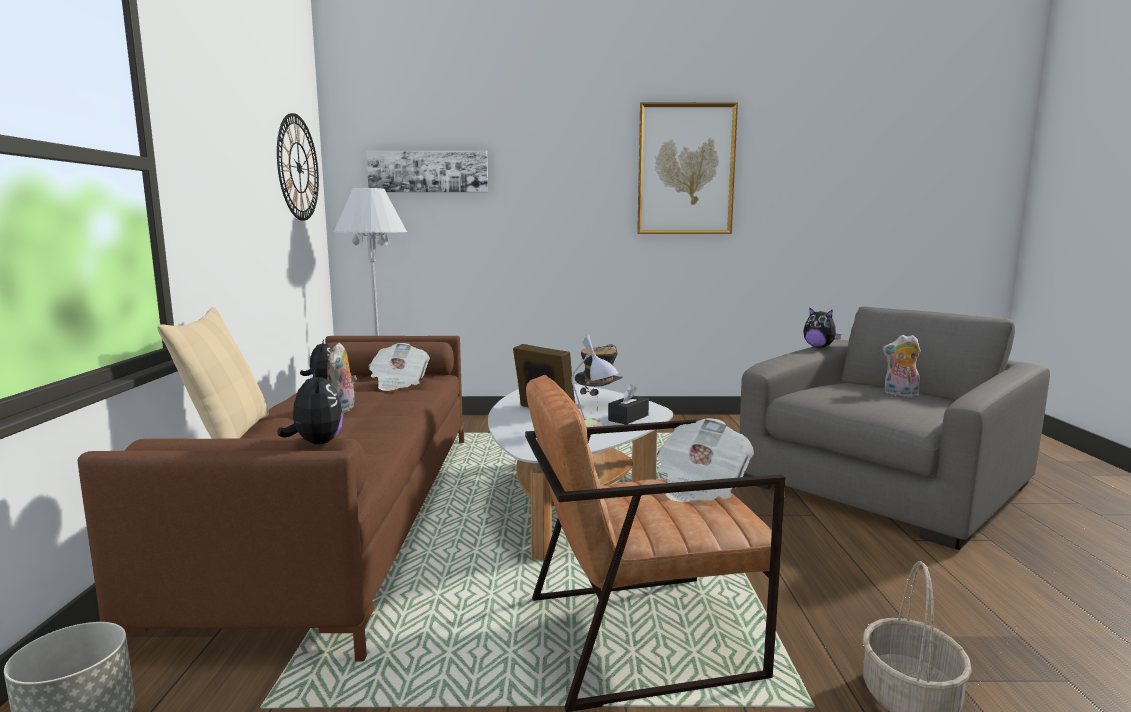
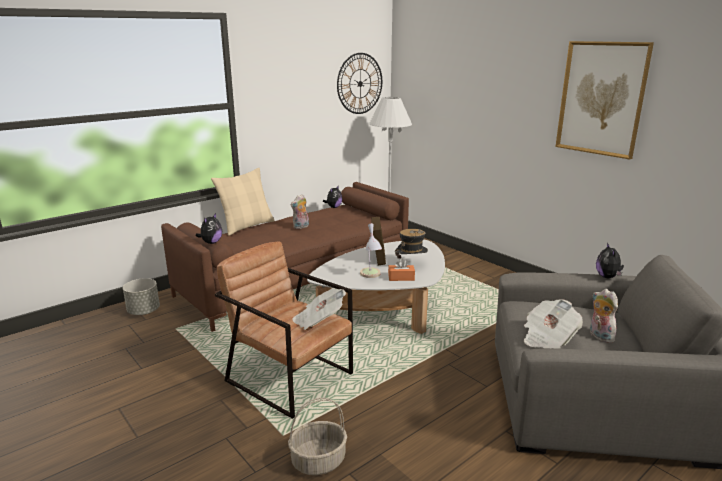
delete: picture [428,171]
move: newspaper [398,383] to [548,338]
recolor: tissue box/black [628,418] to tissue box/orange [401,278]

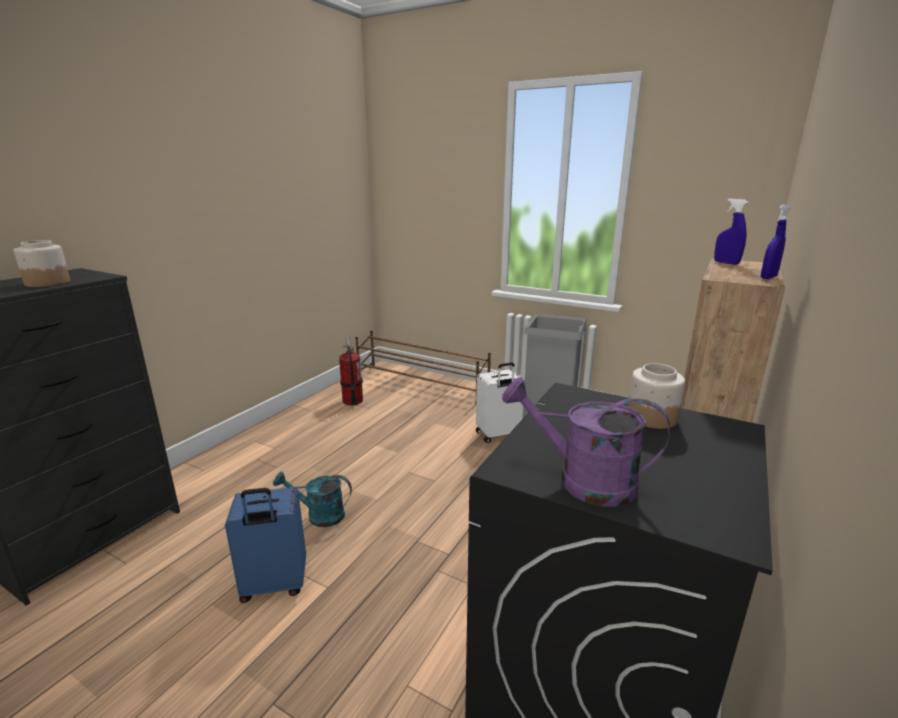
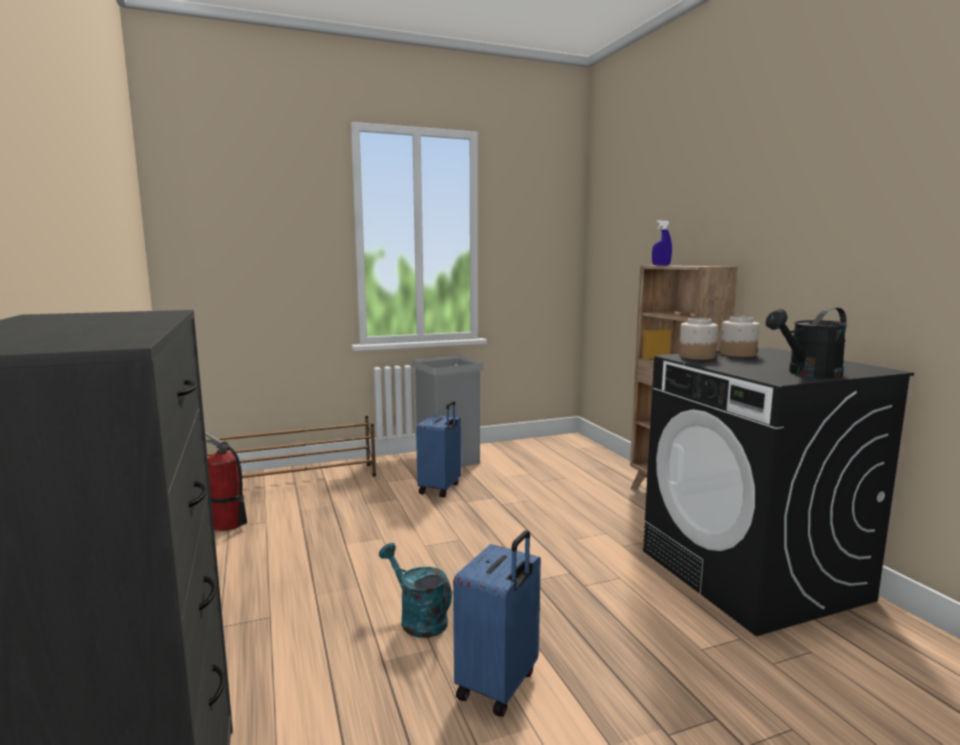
delete: spray bottle/blue [768,277]
move: jar [47,283] to [696,356]
recolor: suitcase/white [498,435] to suitcase/blue [440,488]; watering can/purple [582,481] to watering can/black [808,374]
rotate: watering can/turquoise [319,515] = [417,618] 90 degrees clockwise

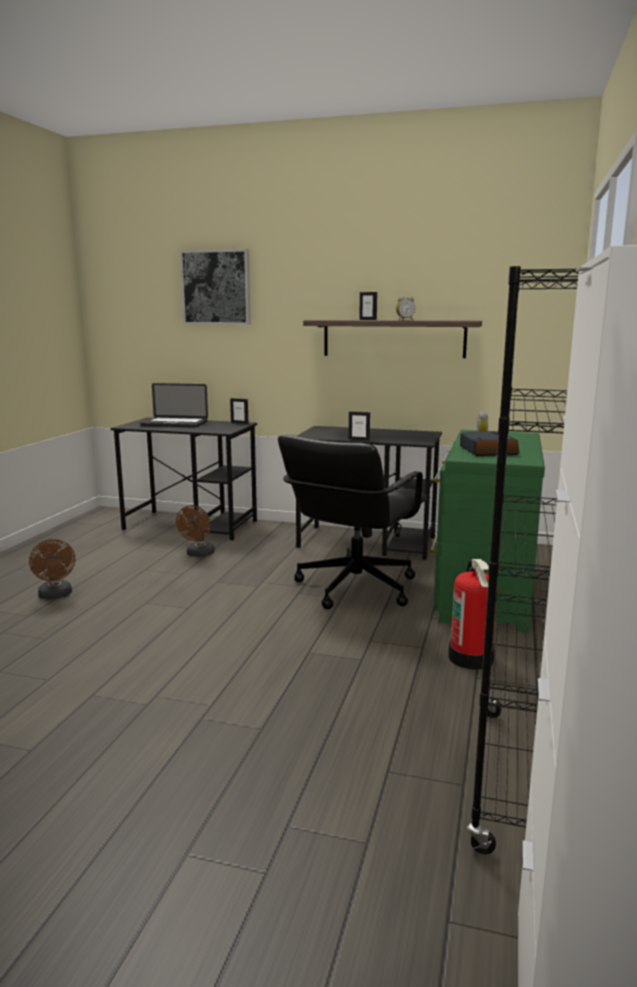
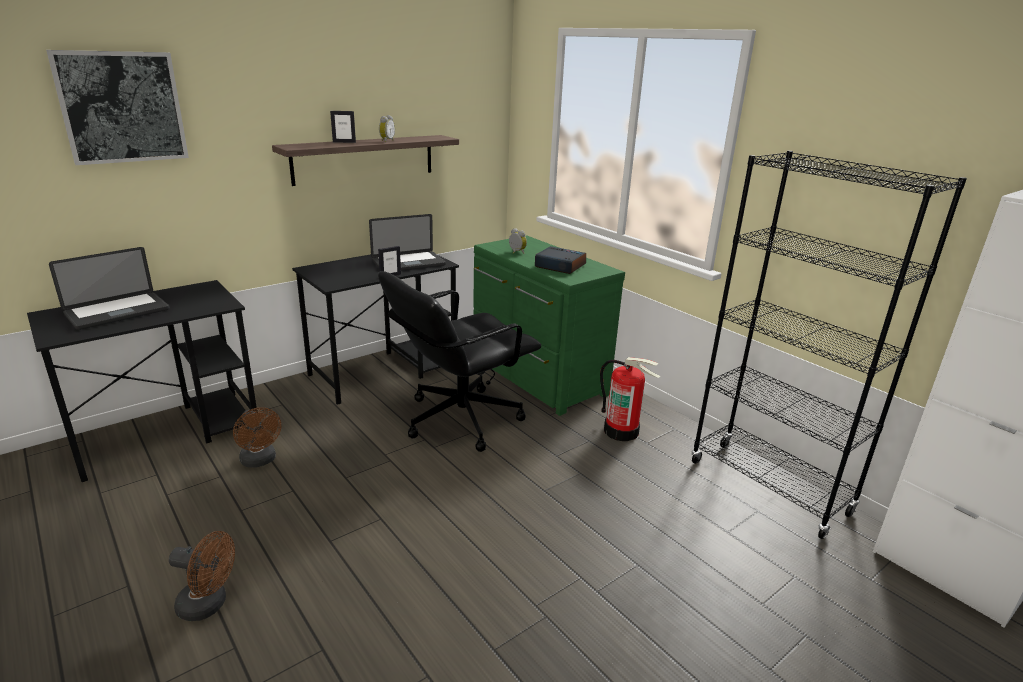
delete: picture frame [239,423]
insert: laptop [408,263]
rotate: office chair/black [354,587] = [460,418] 75 degrees clockwise

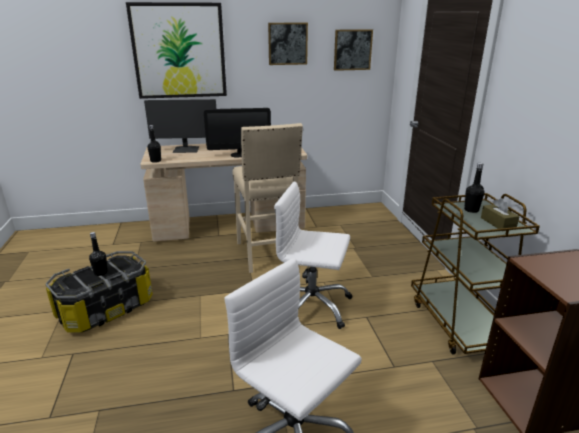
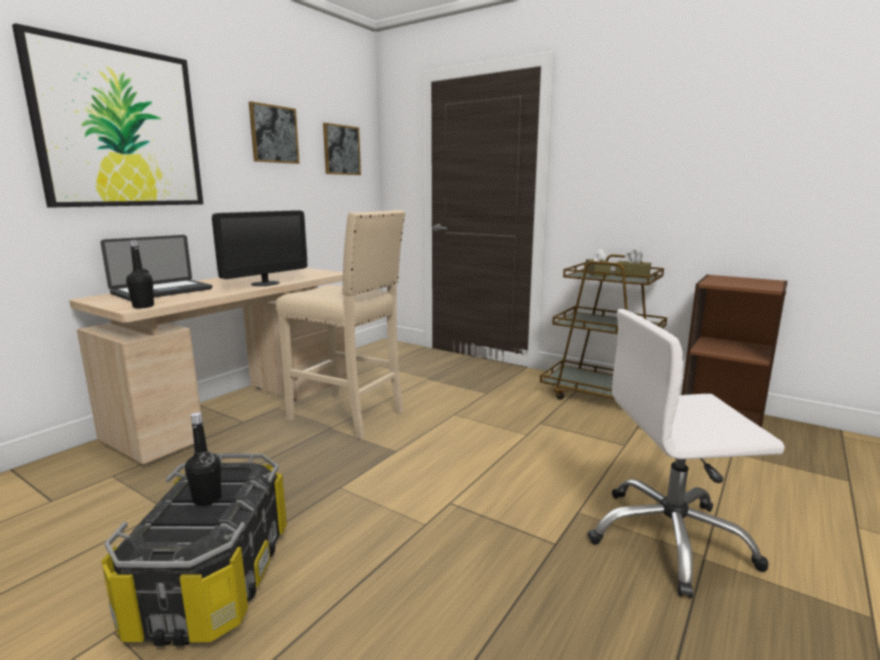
delete: office chair/white [311,306]
replace: monitor [186,150] to laptop [162,292]; bottle/black [471,210] to tissue box/brown [597,274]

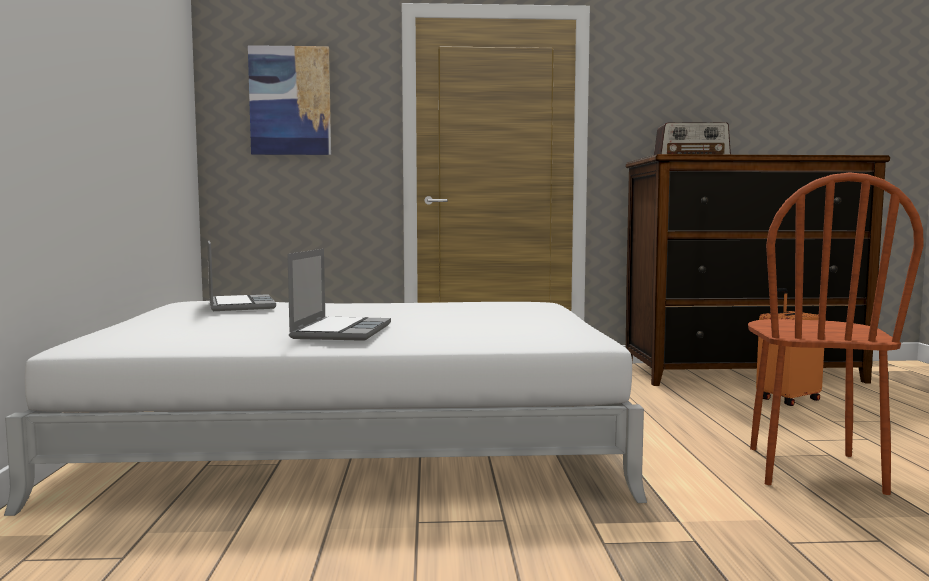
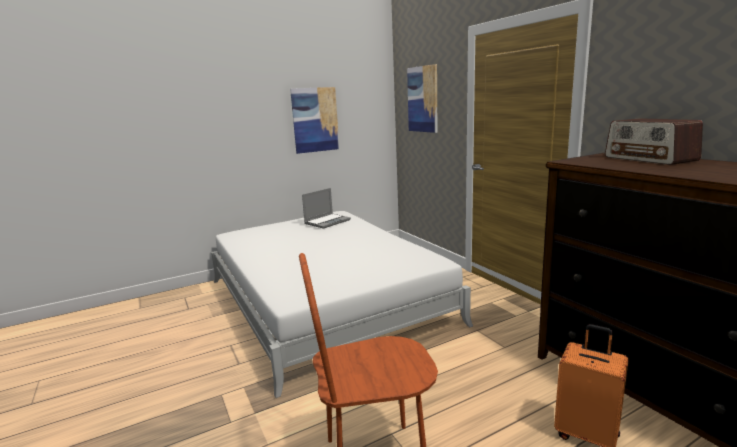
delete: laptop [341,331]
insert: picture [315,120]

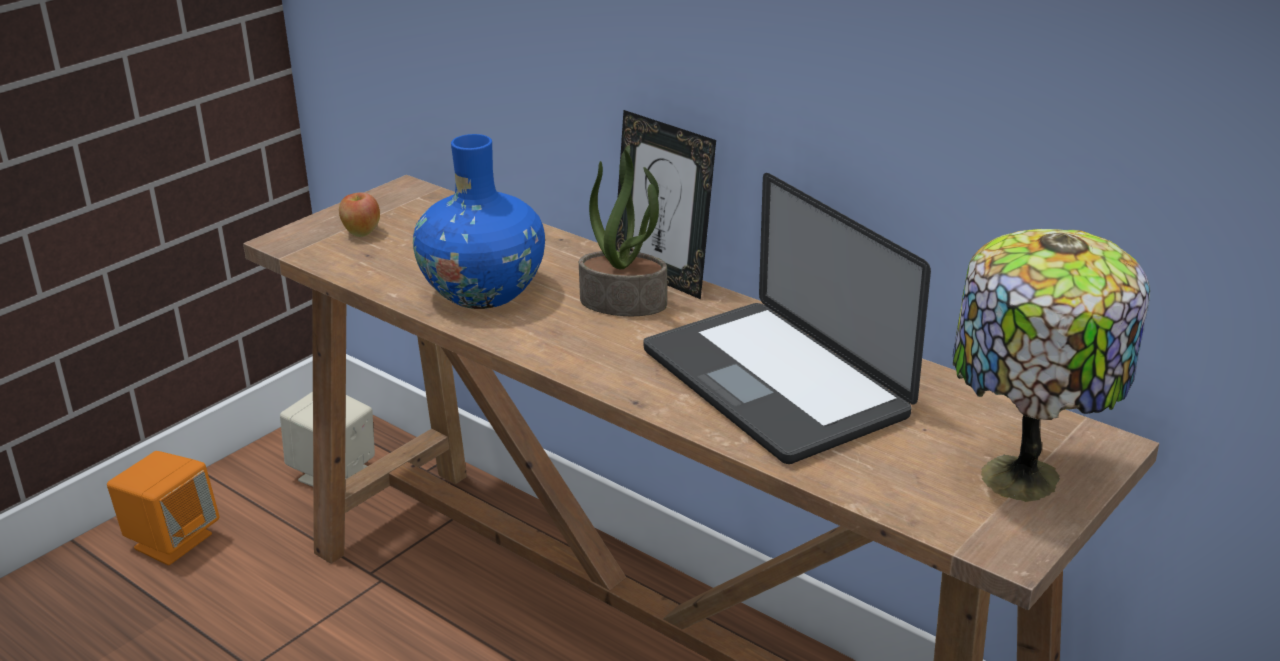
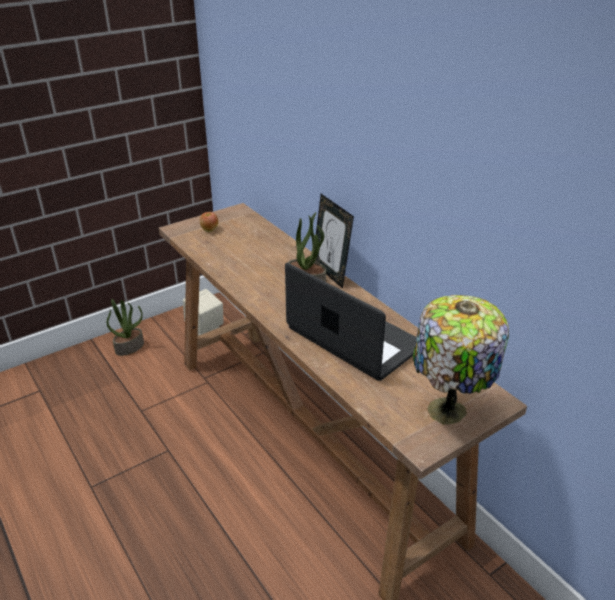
delete: vase/blue [483,292]
replace: speaker/orange [172,541] to potted plant [129,347]
rotate: laptop [773,383] = [354,338] 150 degrees clockwise

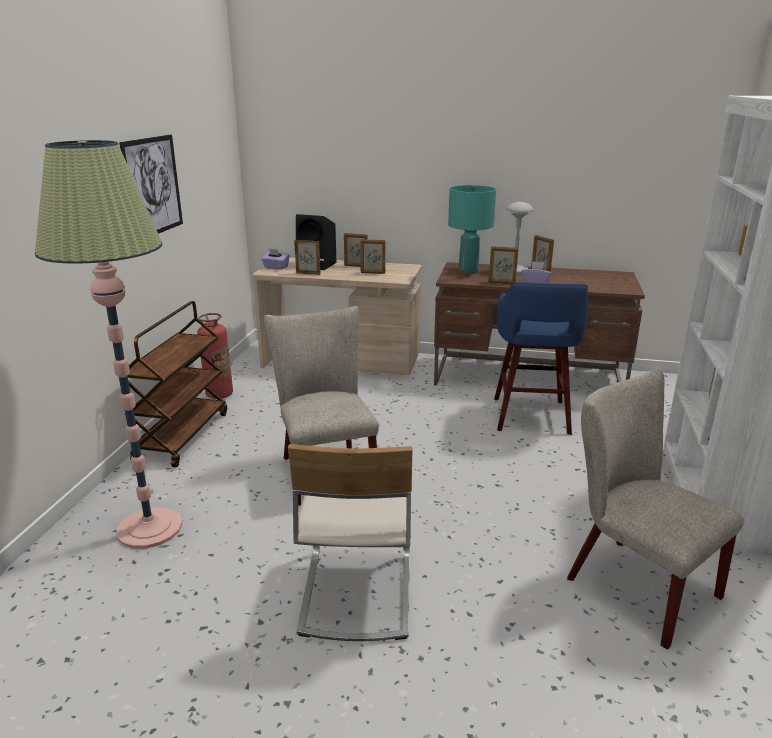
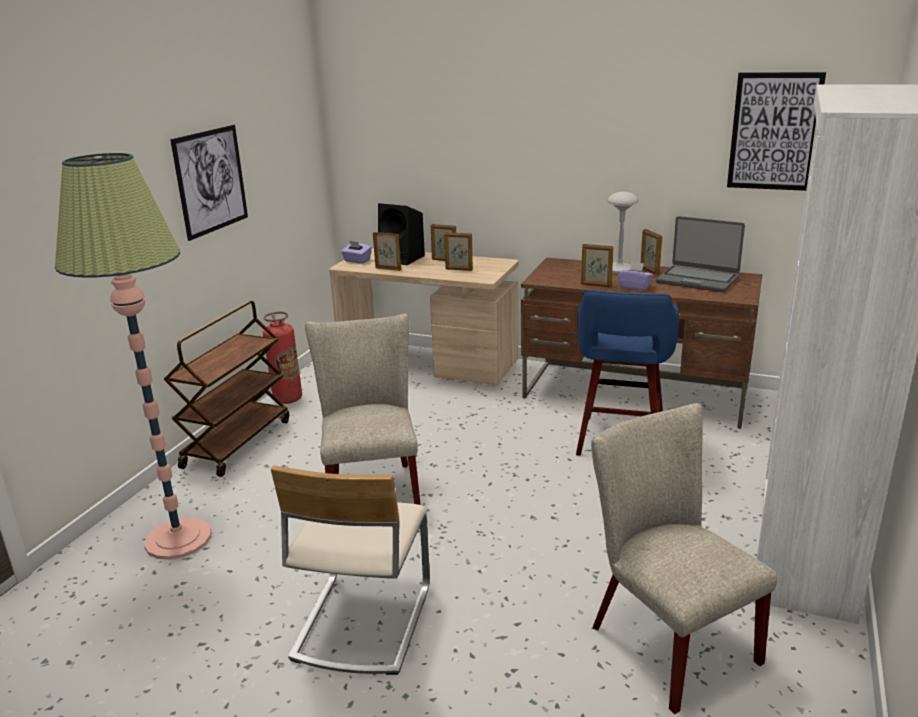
delete: table lamp/turquoise [468,271]
insert: laptop [697,280]; picture [774,132]

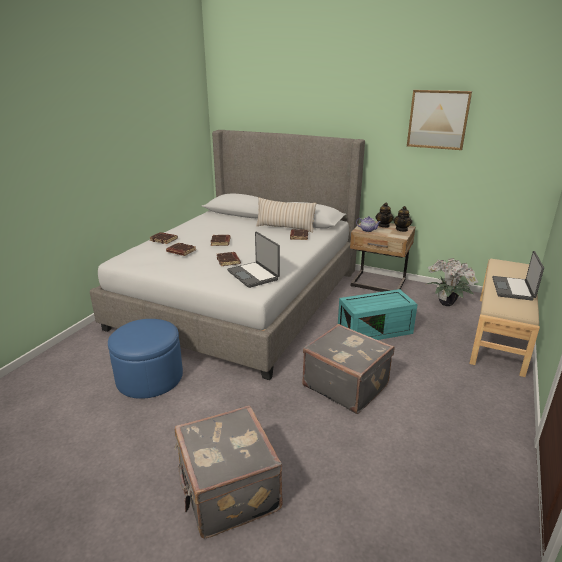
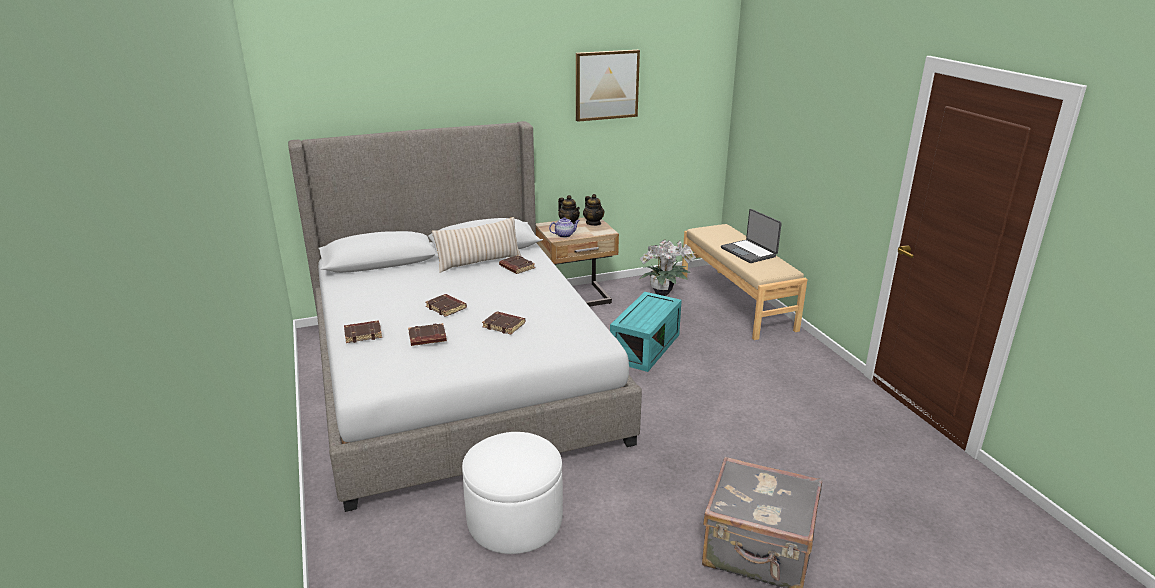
delete: laptop [254,275]; suitcase/grey [346,385]
recolor: ottoman/blue [150,377] to ottoman/white [515,519]

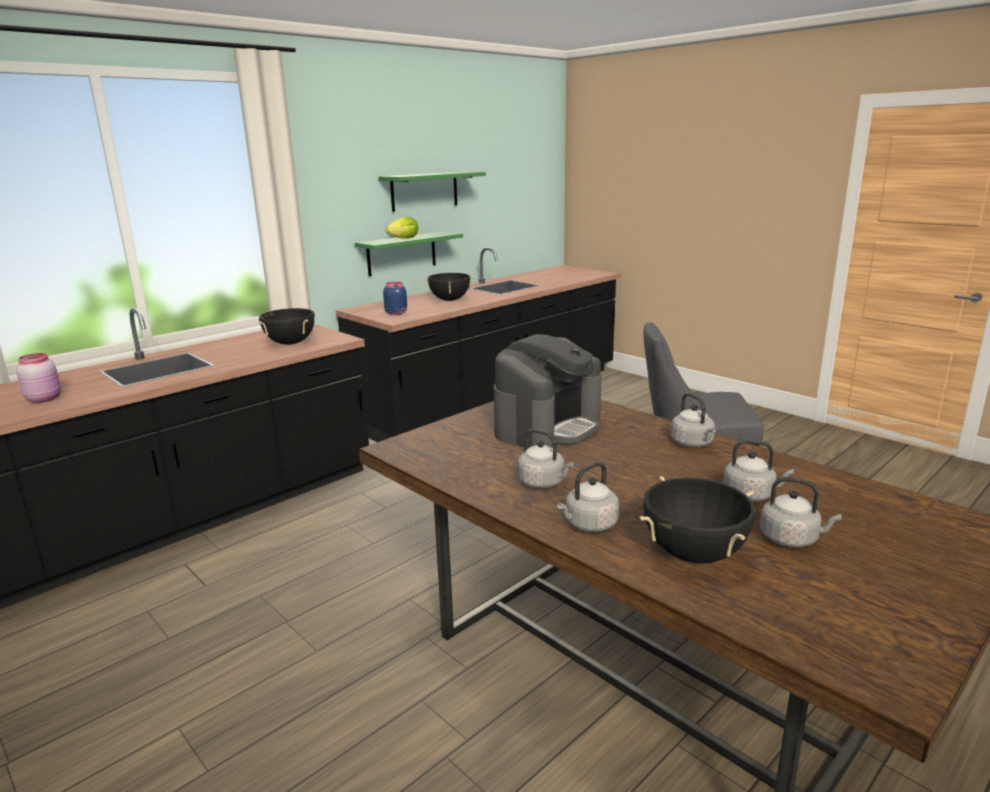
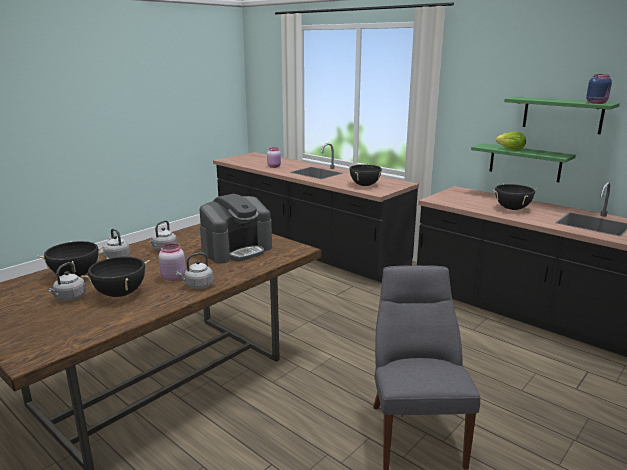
insert: jar/pink [172,277]
move: jar/blue [396,313] to [597,103]
replace: kettle/grey [751,495] to cooking pot/black [120,294]
rotate: coffee machine [548,427] = [237,250] 75 degrees counterclockwise

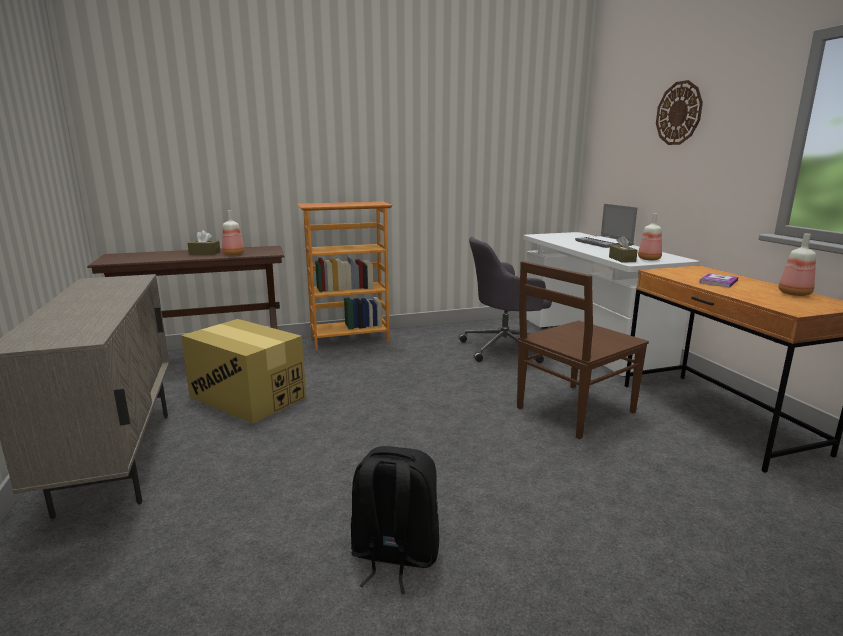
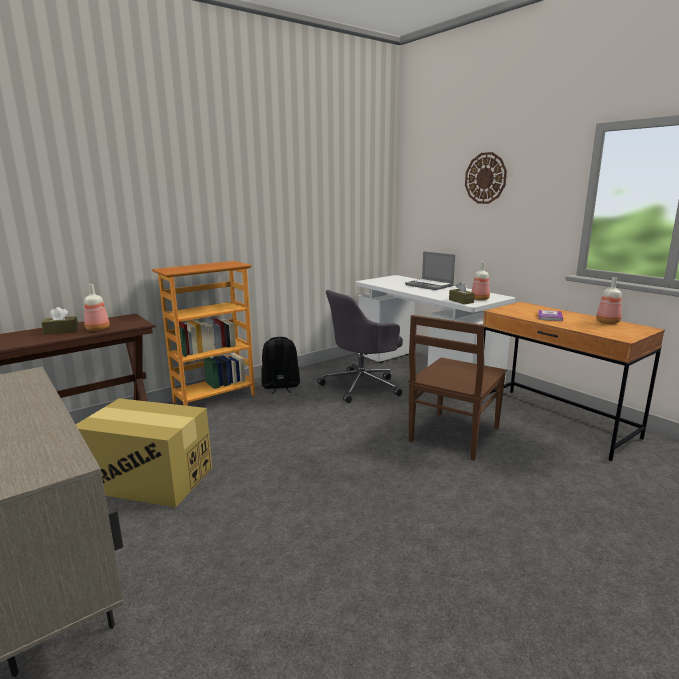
move: backpack/black [394,556] to [280,386]

